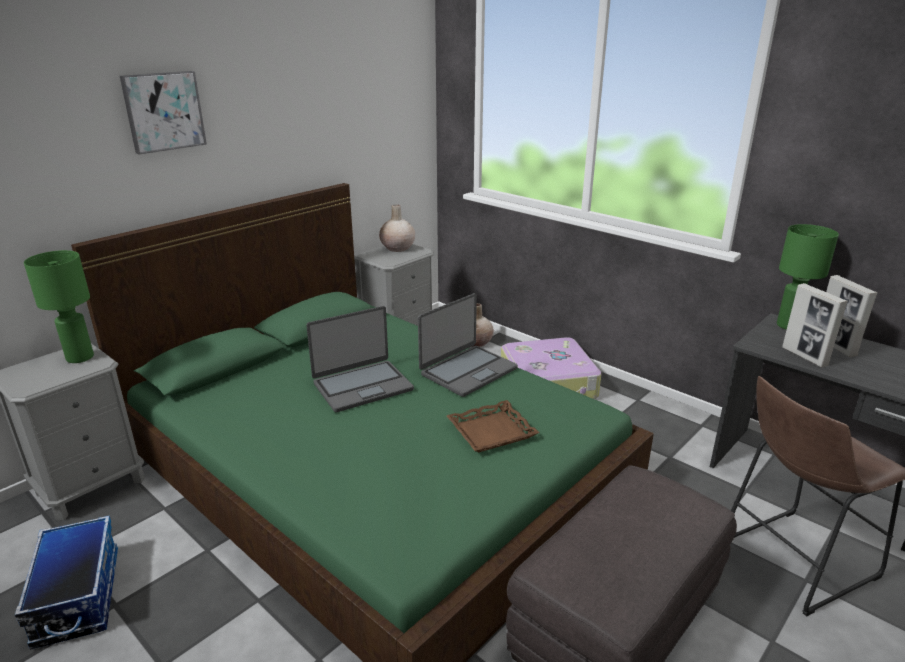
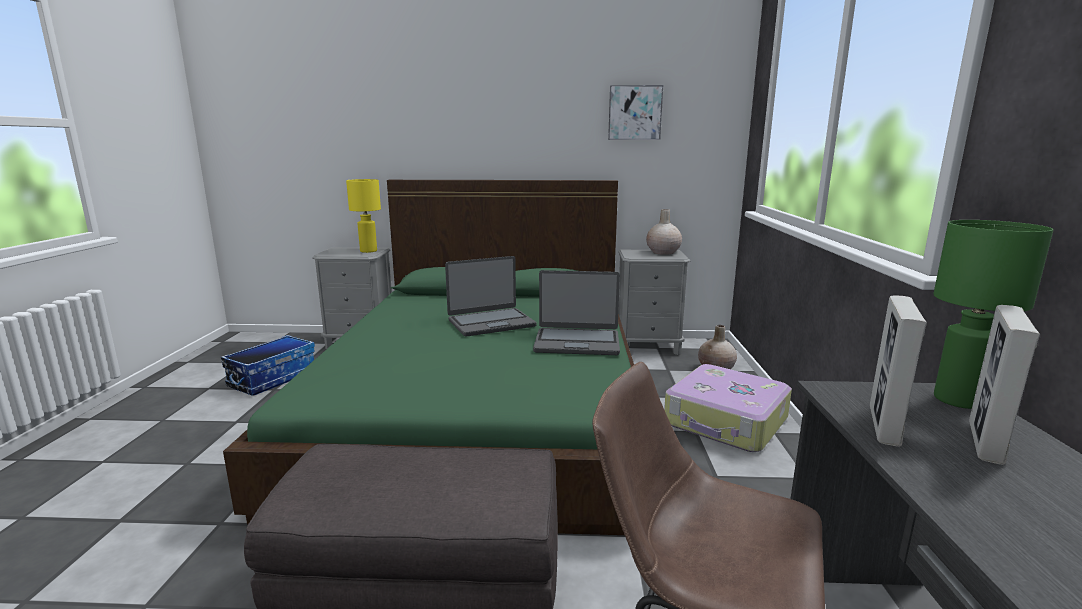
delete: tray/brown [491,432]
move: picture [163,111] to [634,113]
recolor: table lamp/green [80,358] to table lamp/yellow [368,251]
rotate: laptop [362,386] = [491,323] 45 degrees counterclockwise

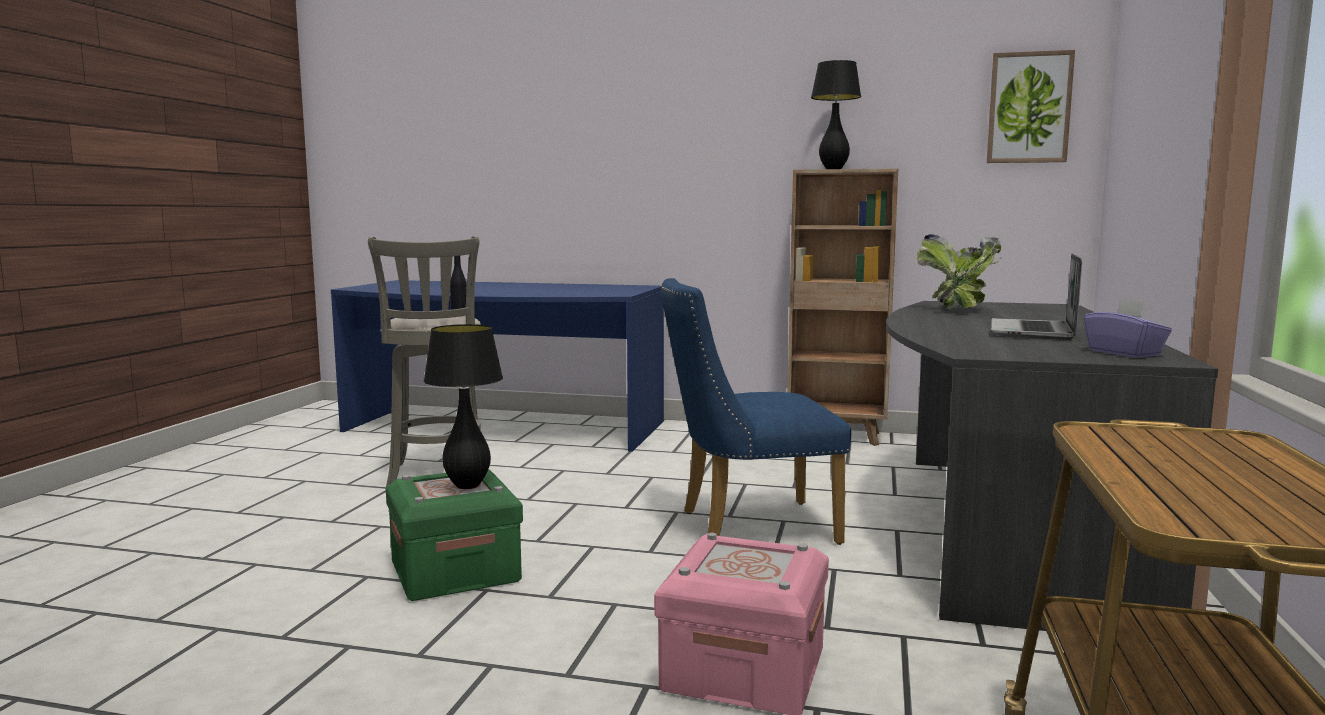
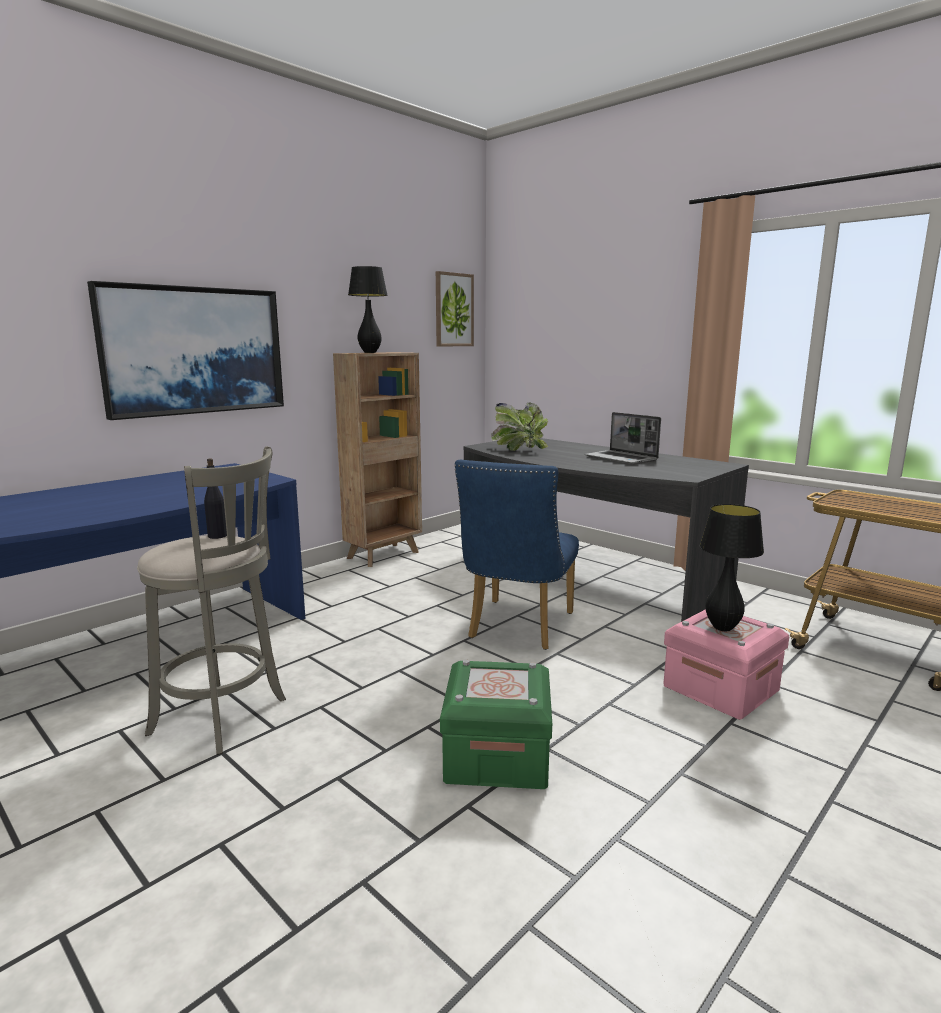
delete: tissue box/purple [1124,353]
insert: picture [194,351]
move: table lamp/black [468,486] to [722,628]

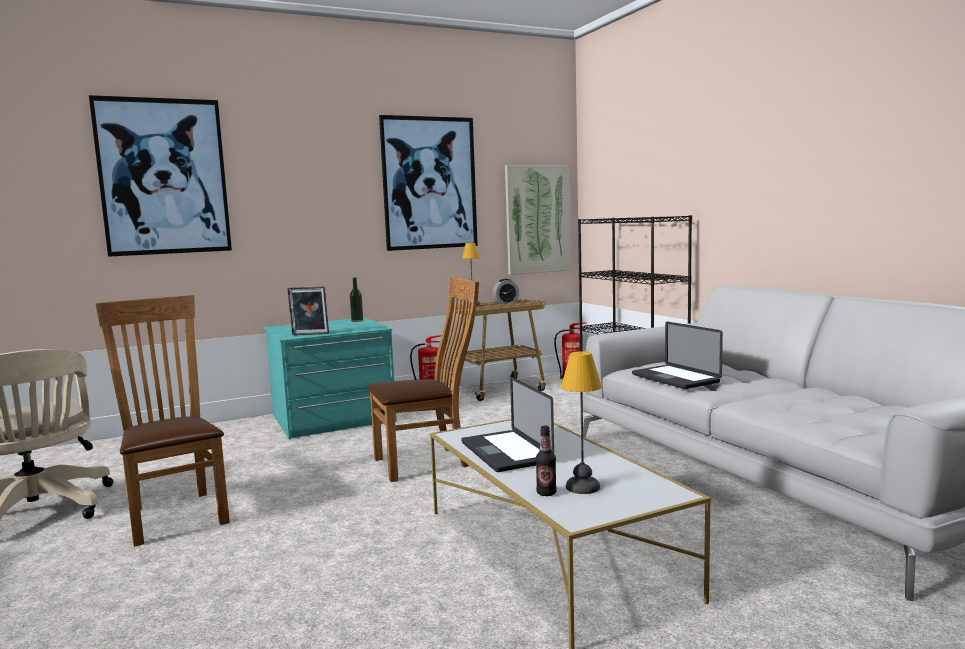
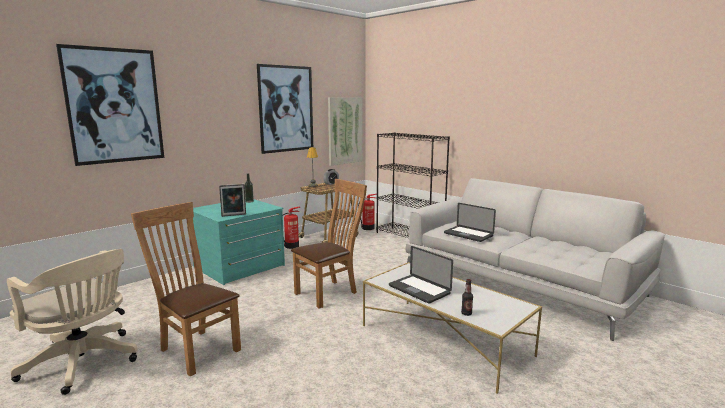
delete: table lamp [584,487]

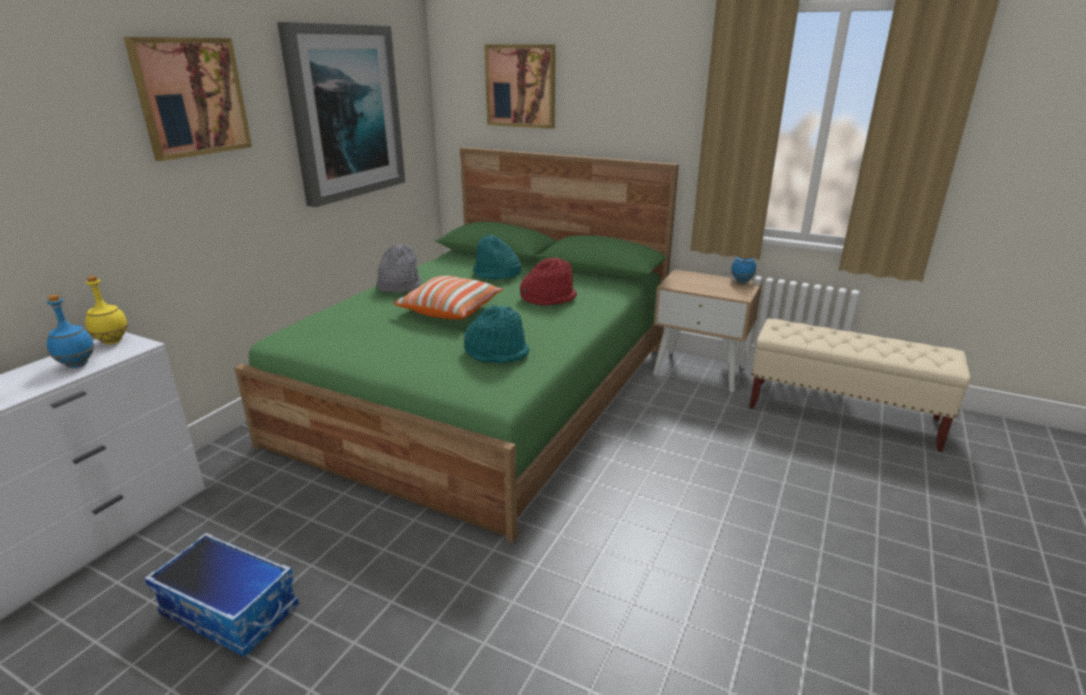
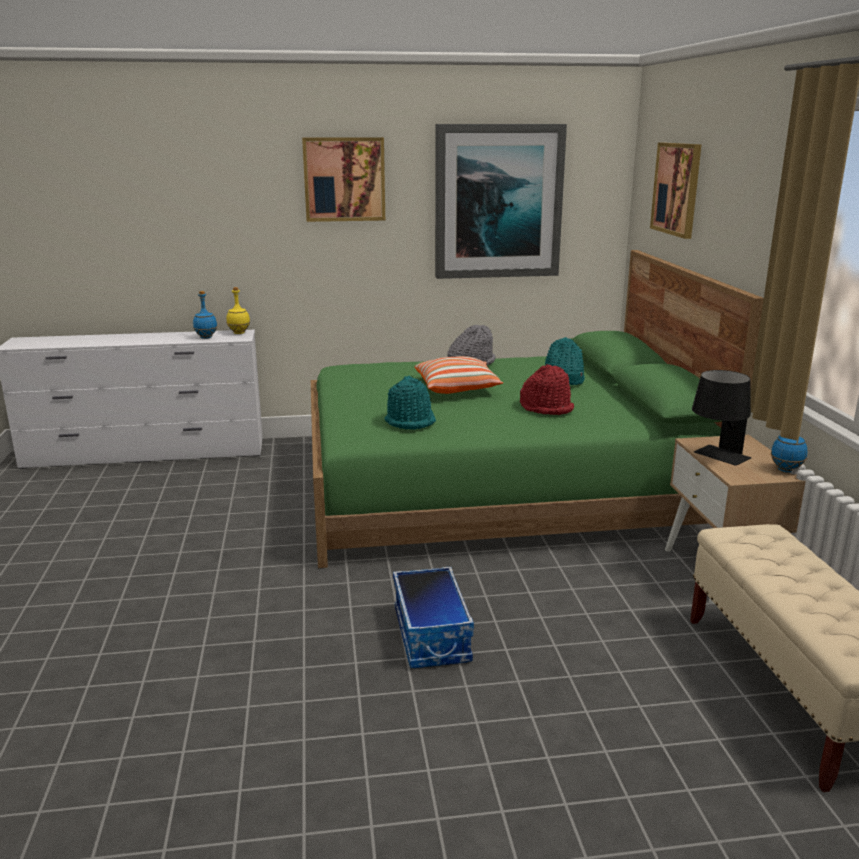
insert: table lamp/black [716,457]
move: storage box [232,610] to [432,635]

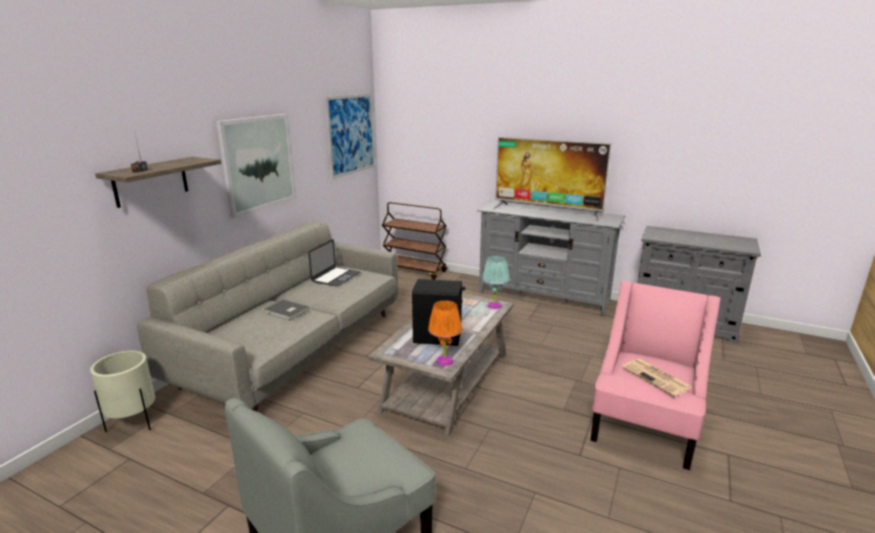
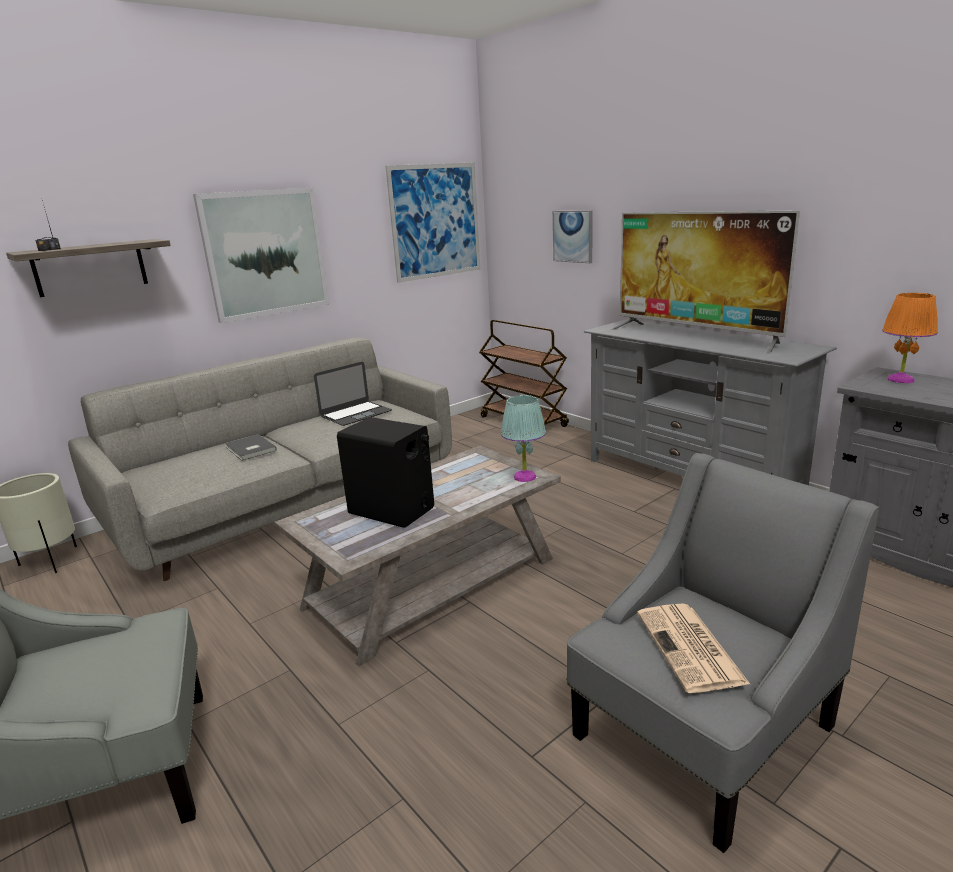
insert: picture [573,236]
move: table lamp/orange [445,361] to [901,379]
recolor: armchair/pink [645,423] to armchair/grey [703,731]

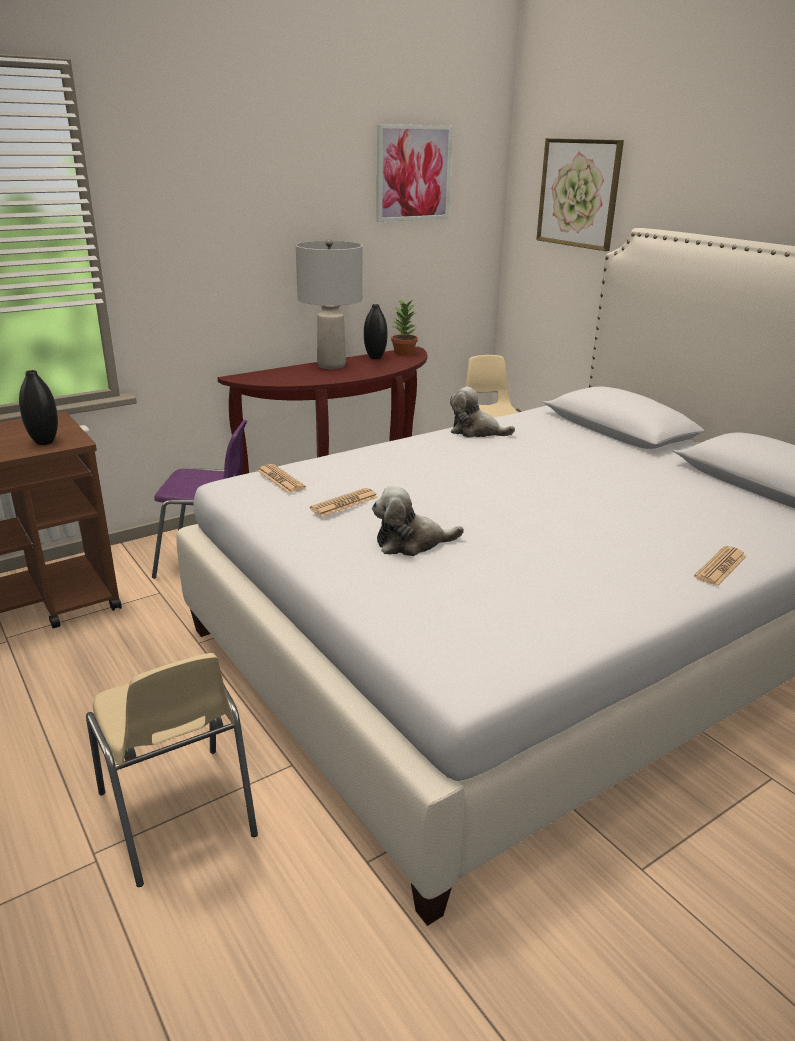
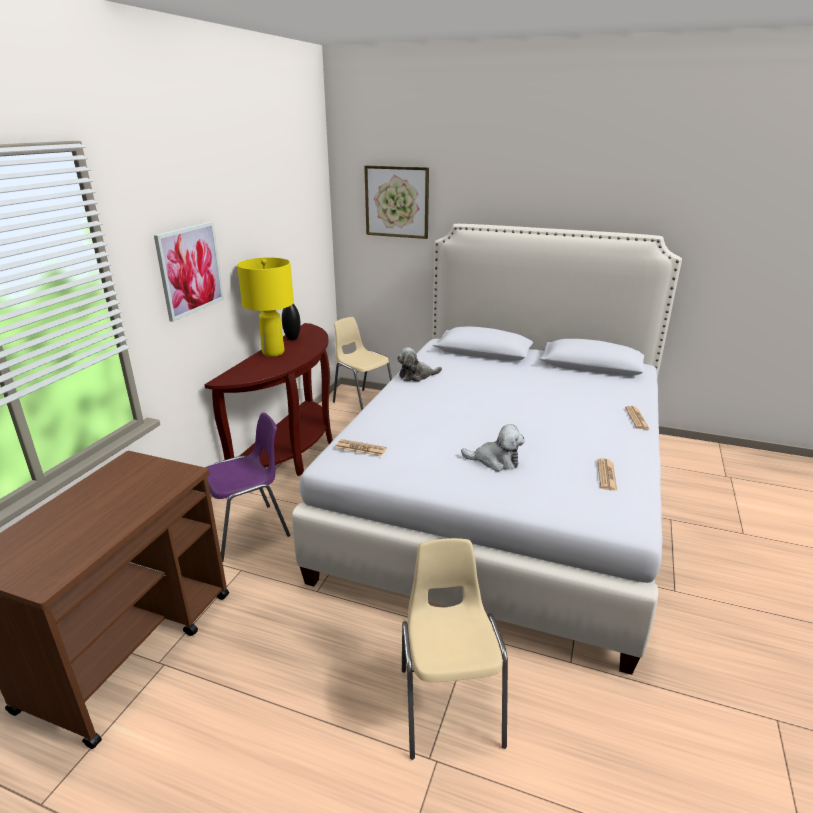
delete: vase/black [44,442]; potted plant [404,353]
move: newspaper [344,503] to [606,475]; picture [413,173] to [190,270]
recolor: table lamp/grey [332,365] to table lamp/yellow [273,352]
rotate: chair/beige [178,817] = [449,703] 120 degrees counterclockwise; plush toy [411,543] = [495,461] 120 degrees counterclockwise

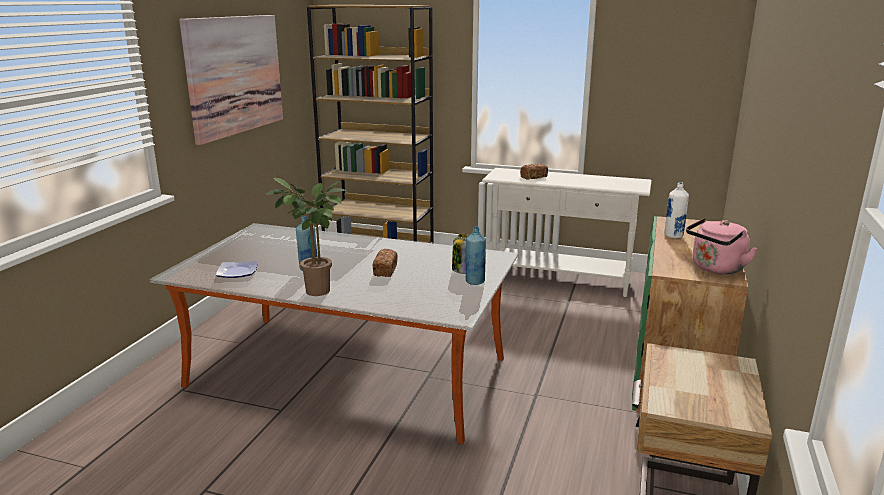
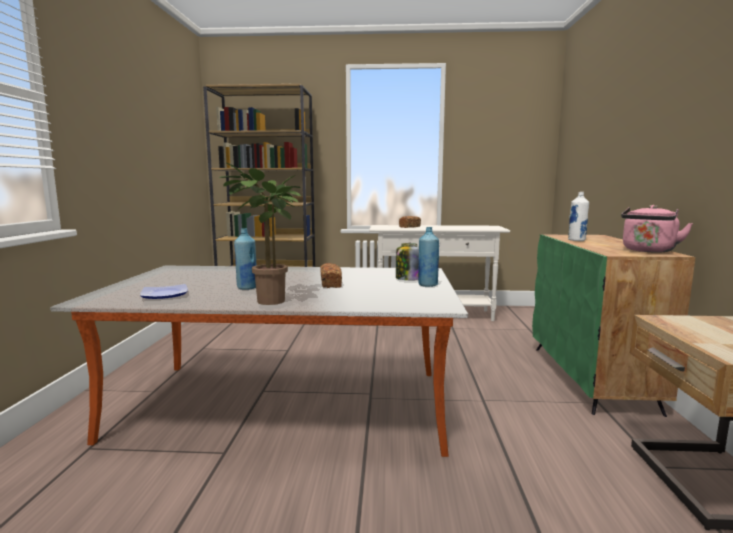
delete: picture [235,75]

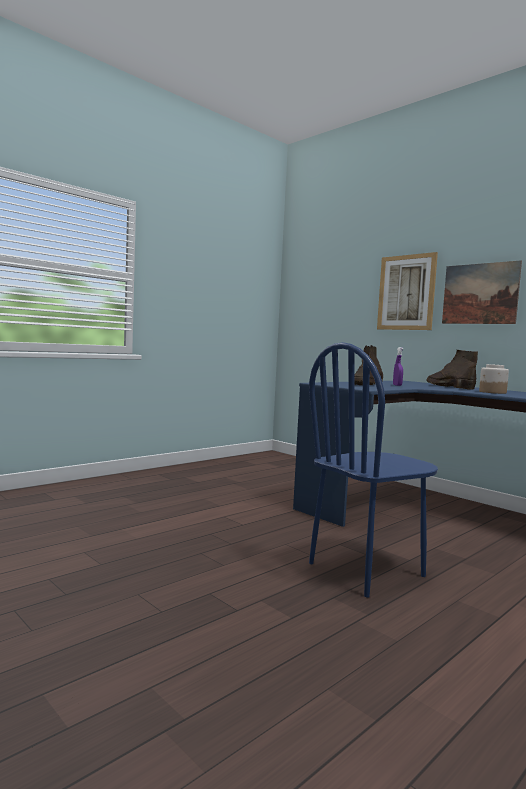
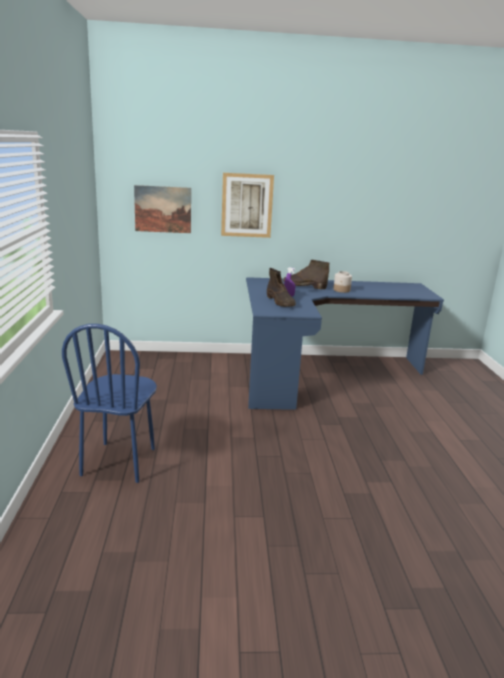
move: chair/blue [367,570] to [119,462]; picture [480,293] to [163,209]

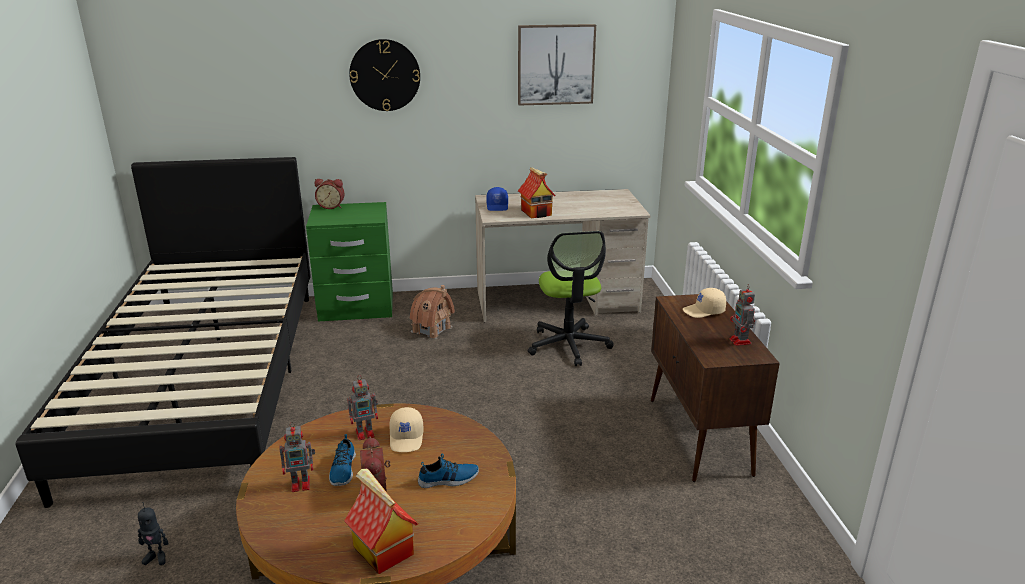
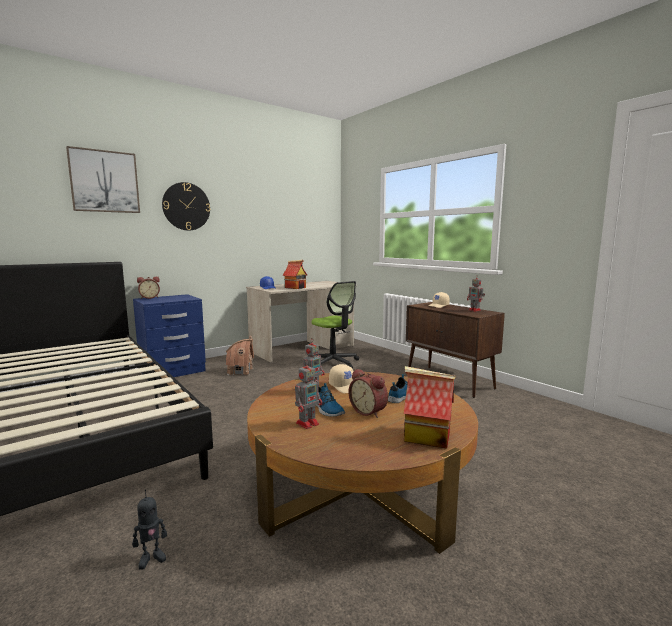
move: picture [555,64] to [104,181]
recolor: nightstand/green [356,307] to nightstand/blue [172,371]

